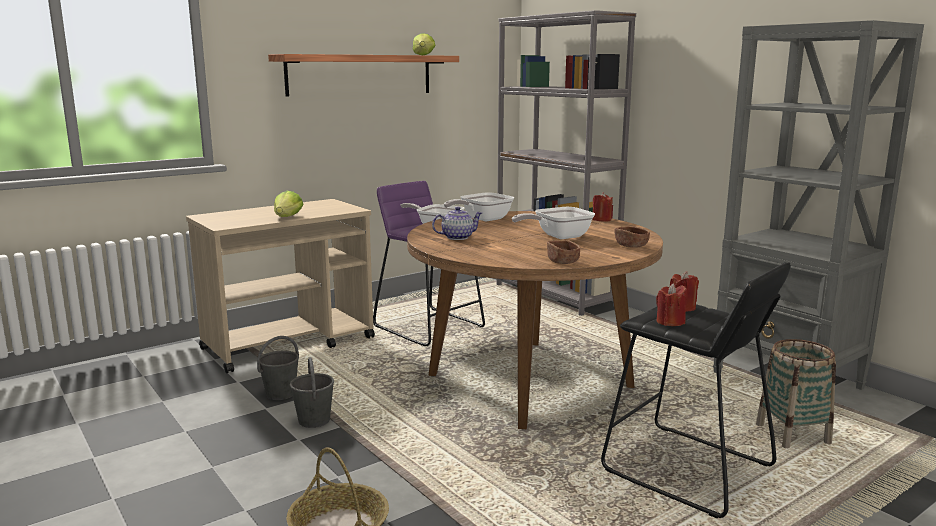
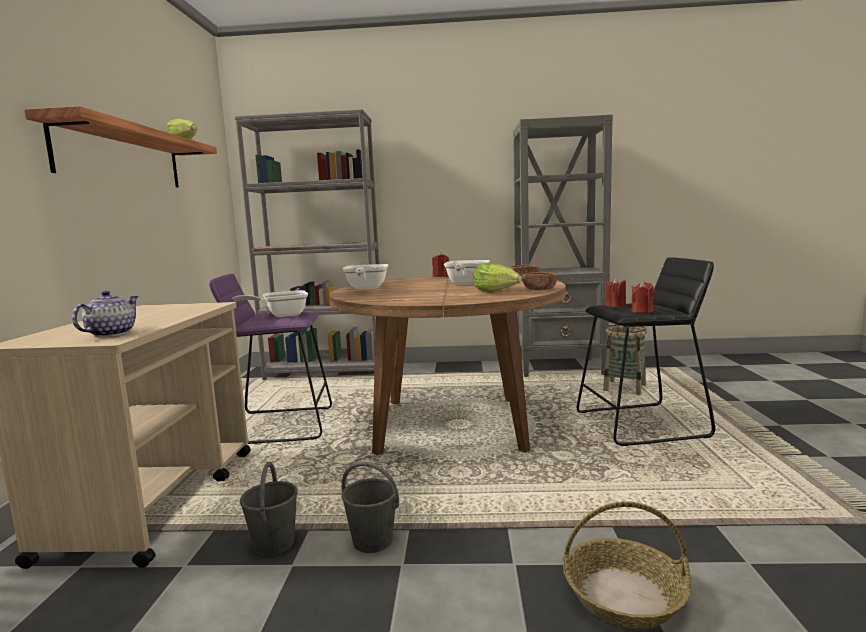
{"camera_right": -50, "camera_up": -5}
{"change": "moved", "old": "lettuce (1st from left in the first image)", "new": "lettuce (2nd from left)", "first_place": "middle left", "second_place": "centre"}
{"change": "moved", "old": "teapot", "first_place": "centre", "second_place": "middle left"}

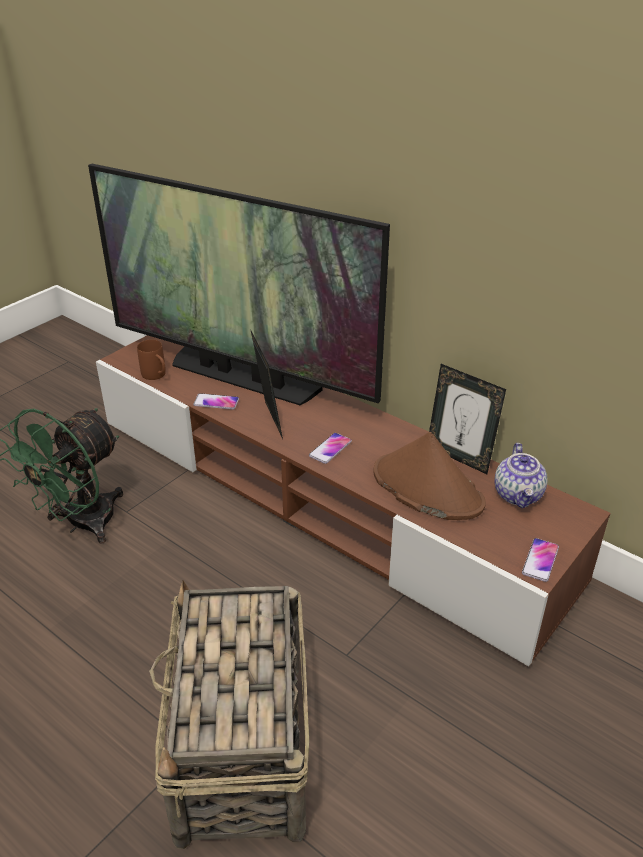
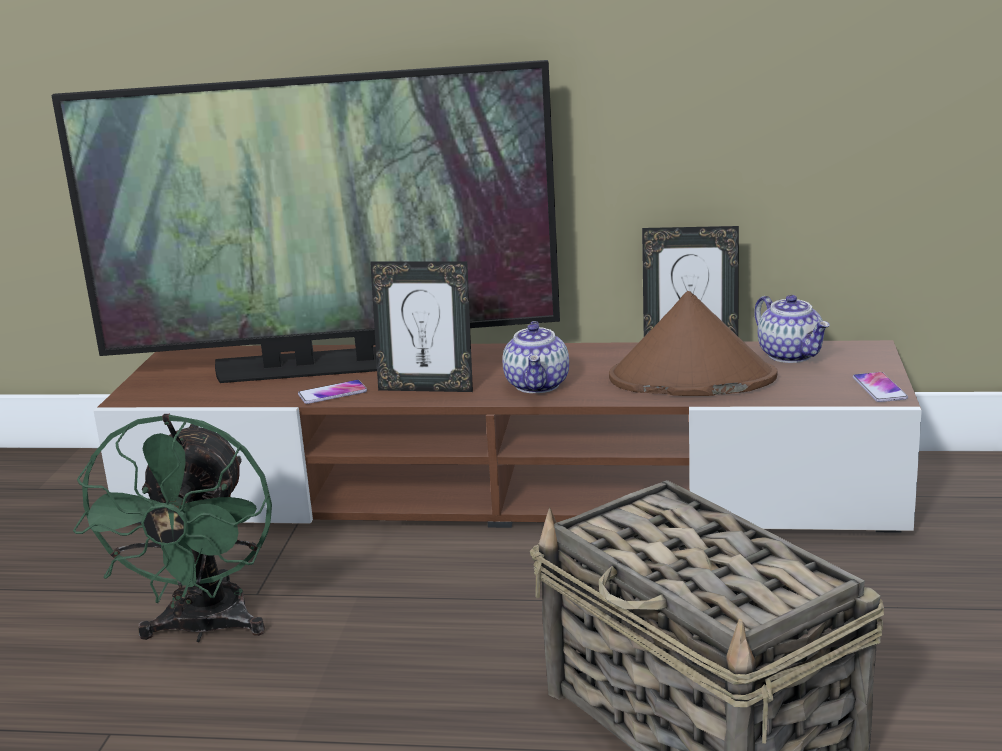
{"camera_right": -30, "camera_up": -15}
{"change": "turned", "old": "picture frame (1st from left)", "first_place": "centre", "second_place": "centre", "degrees": 150}
{"change": "removed", "old": "brown mug", "first_place": "middle left"}
{"change": "replaced", "old": "phone (2nd from left)", "new": "teapot (1st from left)", "first_place": "centre", "second_place": "centre"}

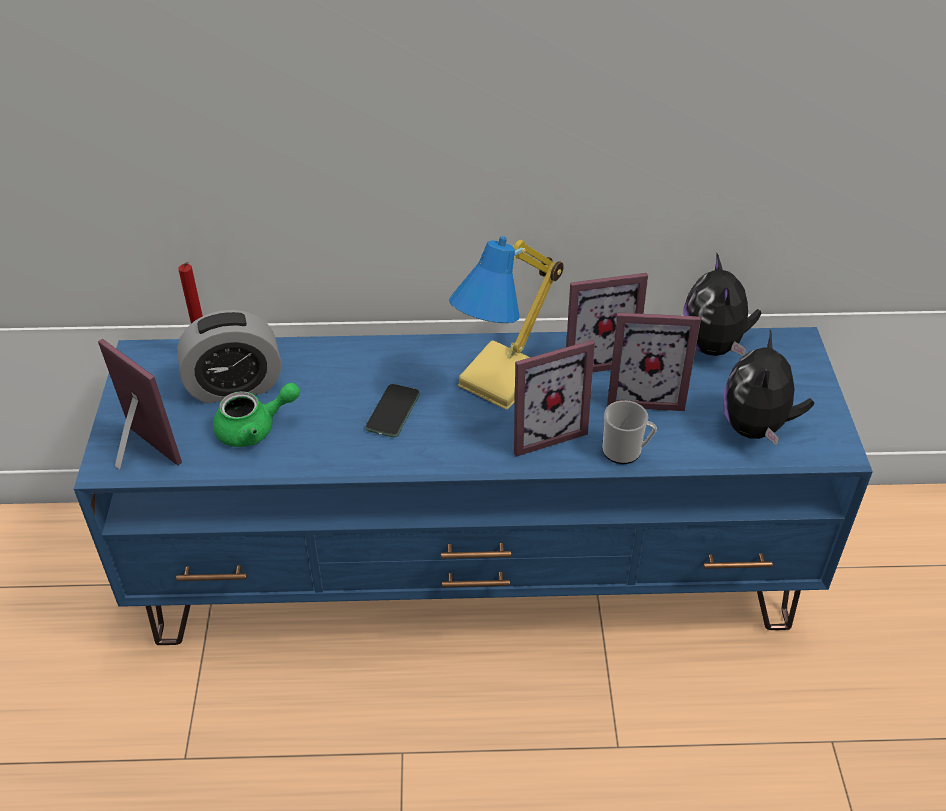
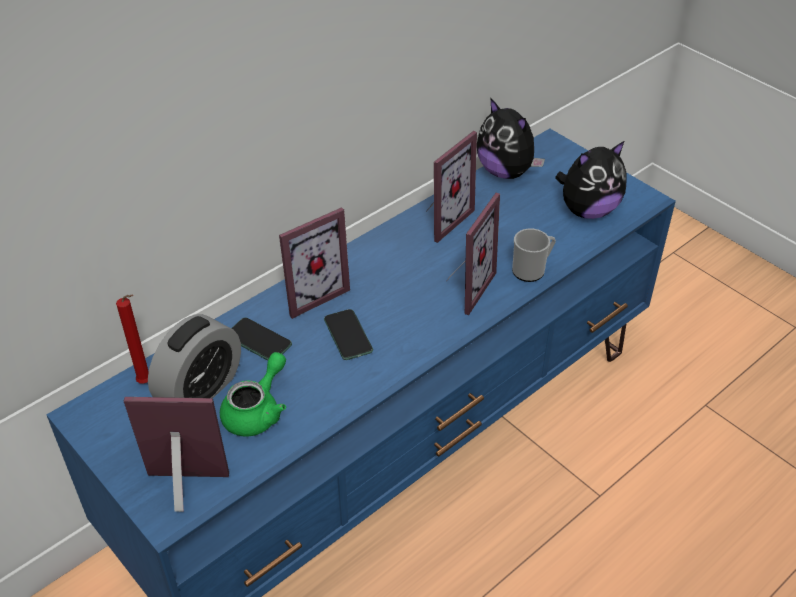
{"camera_right": -40, "camera_up": 0}
{"change": "removed", "old": "table lamp", "first_place": "centre"}
{"change": "moved", "old": "picture frame (4th from left in the first image)", "new": "picture frame (2nd from left)", "first_place": "middle right", "second_place": "centre"}
{"change": "turned", "old": "plush toy (2nd from left)", "first_place": "middle right", "second_place": "top right", "degrees": -90}
{"change": "added", "new": "phone (1st from left)", "second_place": "middle left"}

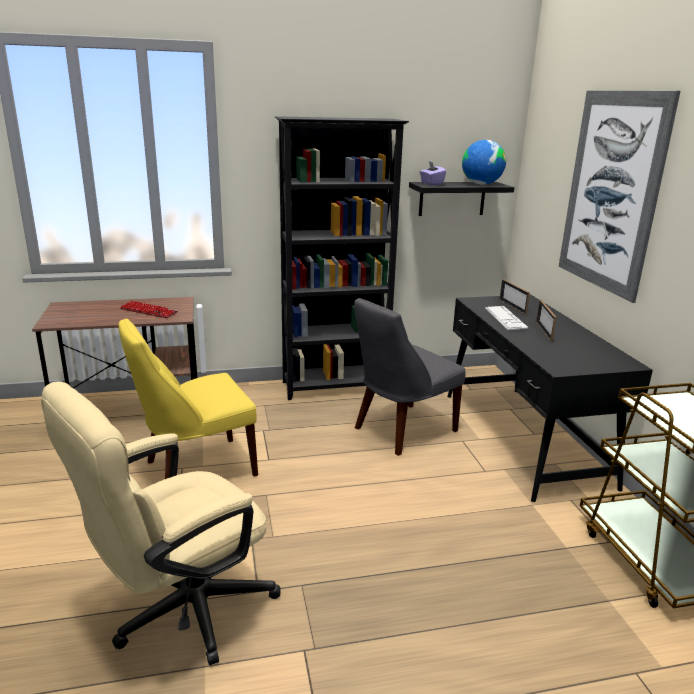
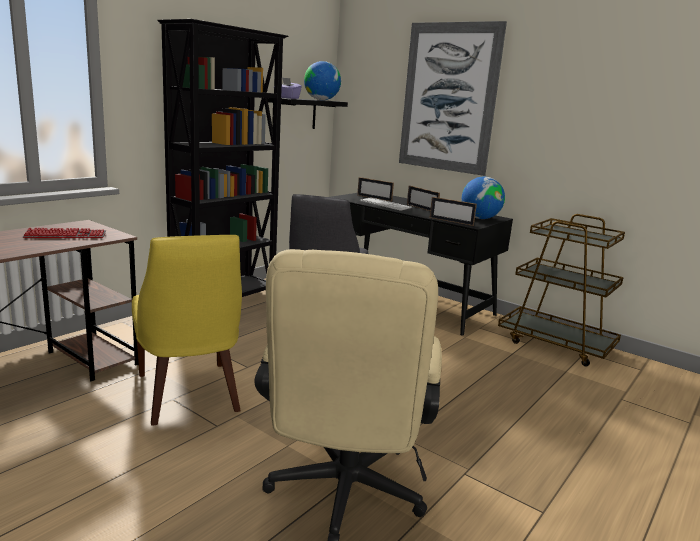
{"camera_right": -40, "camera_up": -5}
{"change": "turned", "old": "yellow chair", "first_place": "middle left", "second_place": "middle left", "degrees": -45}
{"change": "added", "new": "globe (2nd from left)", "second_place": "middle right"}
{"change": "added", "new": "picture frame (3rd from left)", "second_place": "centre"}

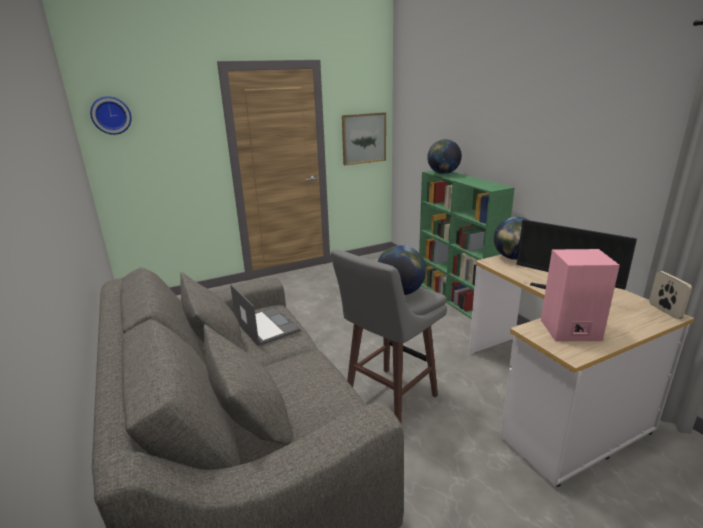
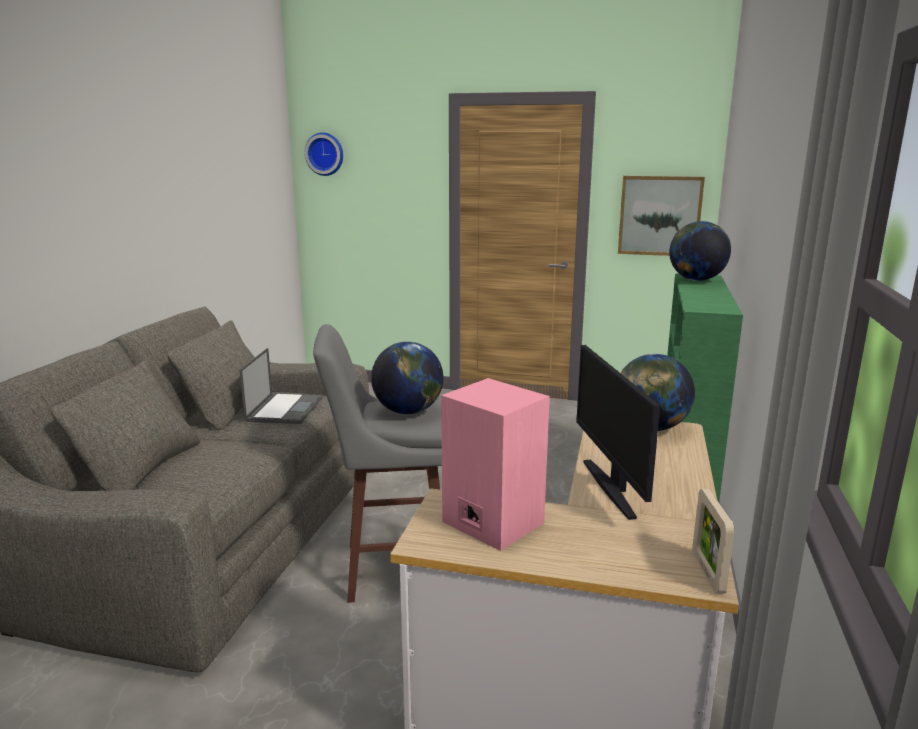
{"camera_right": 40, "camera_up": -5}
{"change": "turned", "old": "picture frame", "first_place": "middle right", "second_place": "bottom right", "degrees": 150}

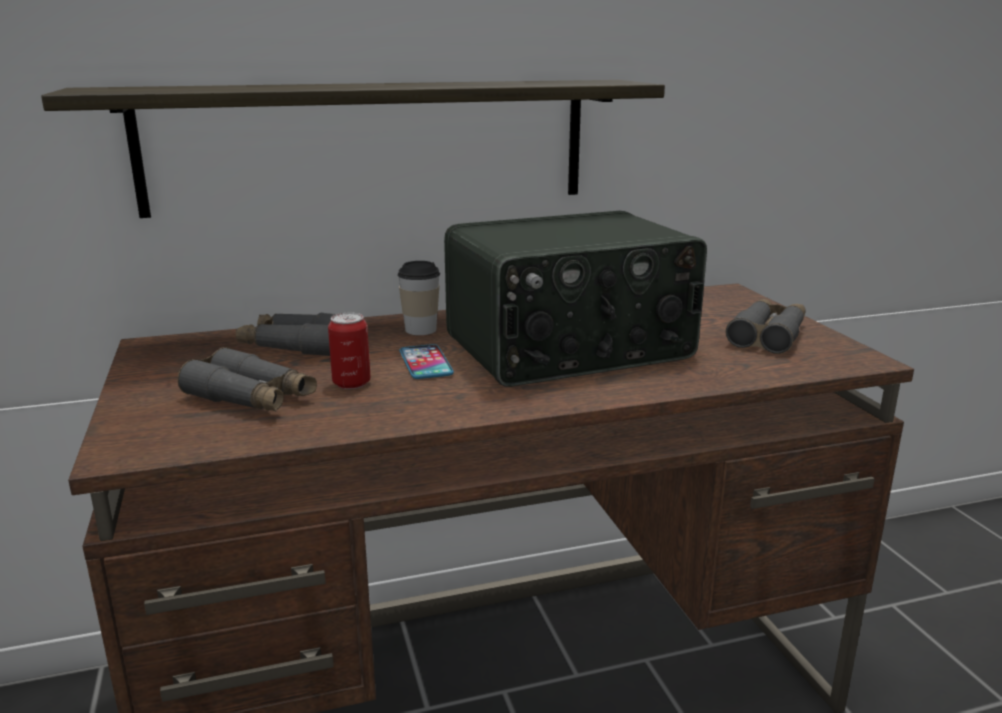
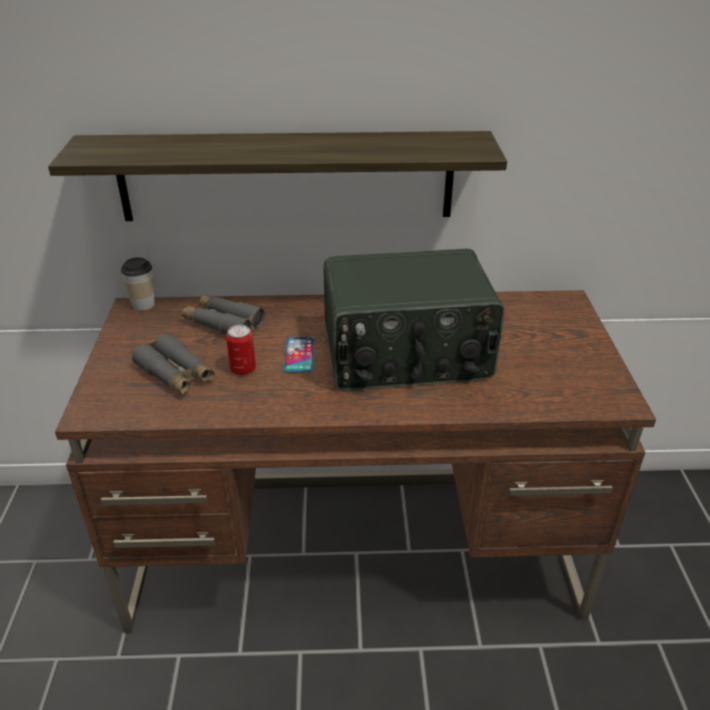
{"camera_right": 15, "camera_up": 15}
{"change": "moved", "old": "cup", "first_place": "centre", "second_place": "middle left"}
{"change": "removed", "old": "grey binoculars (3rd from left)", "first_place": "middle right"}

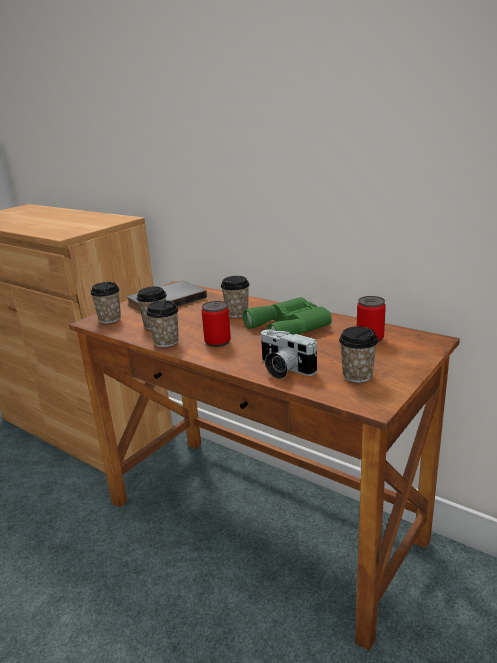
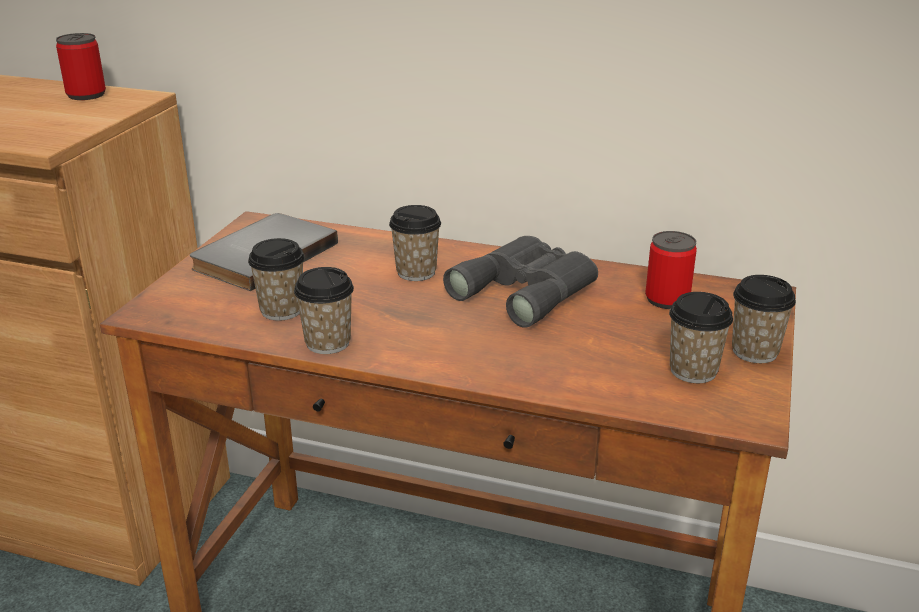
{"camera_right": -20, "camera_up": 5}
{"change": "moved", "old": "cup (1st from left in the first image)", "new": "cup (5th from left)", "first_place": "middle left", "second_place": "middle right"}
{"change": "recoloured", "old": "green binoculars", "new": "grey binoculars", "first_place": "centre", "second_place": "centre"}
{"change": "moved", "old": "can (1st from left)", "first_place": "centre", "second_place": "top left"}
{"change": "removed", "old": "photo camera", "first_place": "centre"}

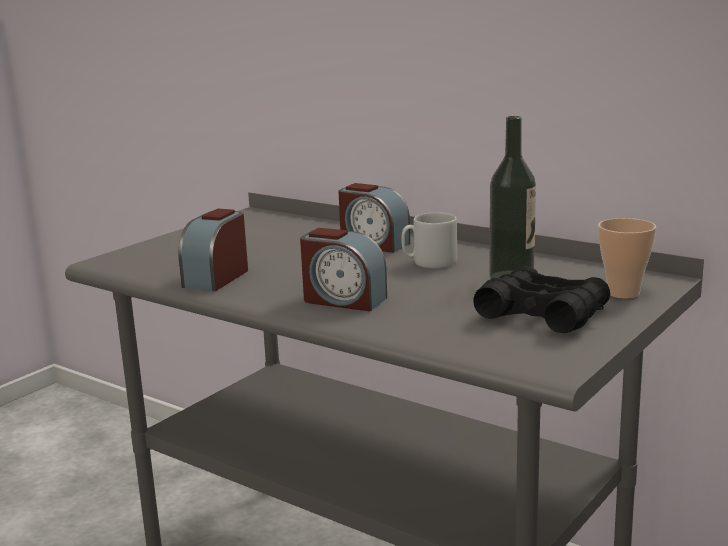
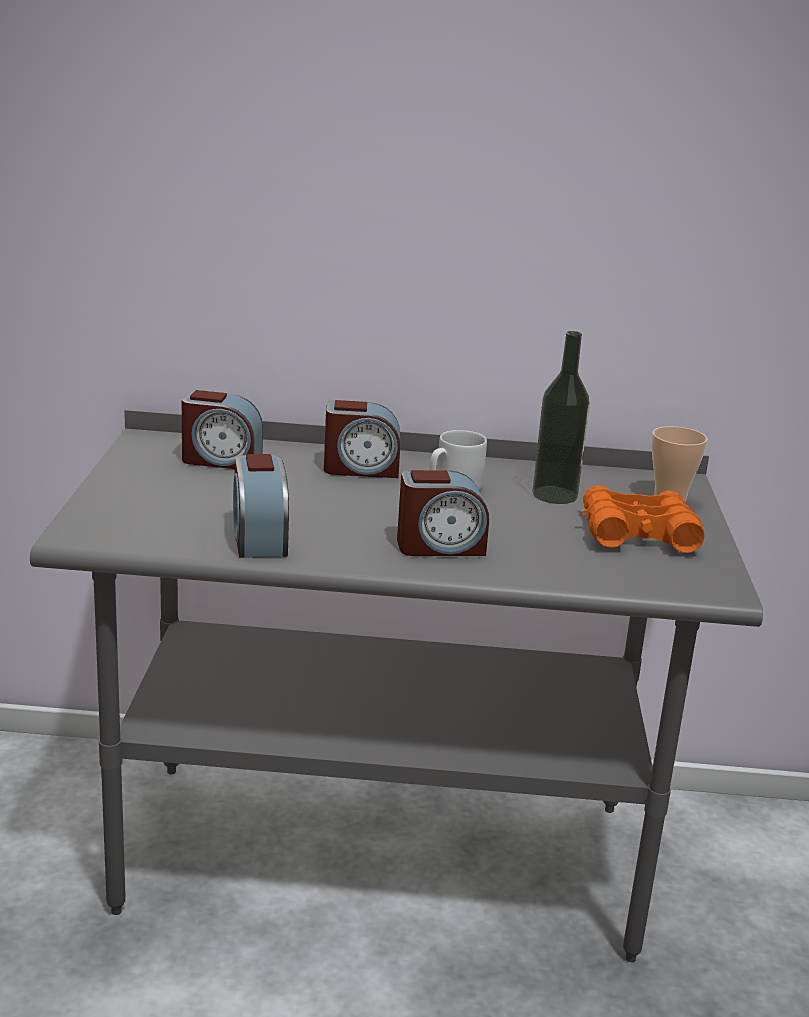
{"camera_right": -35, "camera_up": 5}
{"change": "recoloured", "old": "black binoculars", "new": "orange binoculars", "first_place": "middle right", "second_place": "middle right"}
{"change": "added", "new": "alarm clock (1st from left)", "second_place": "middle left"}

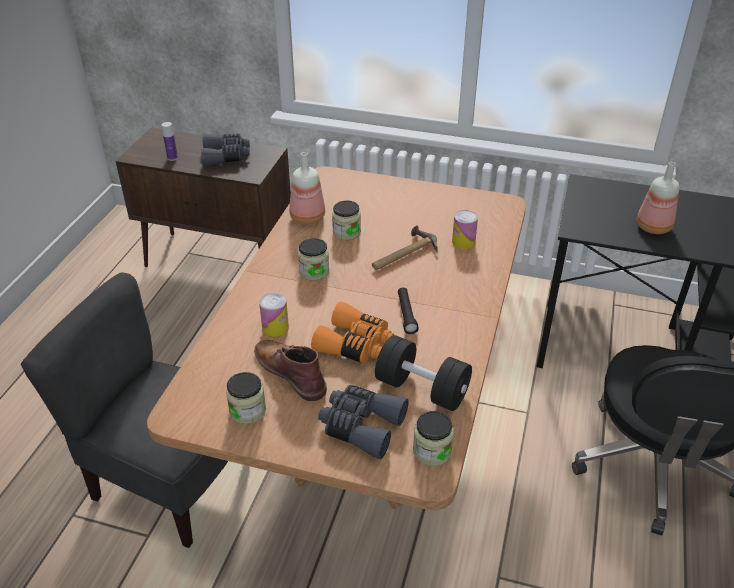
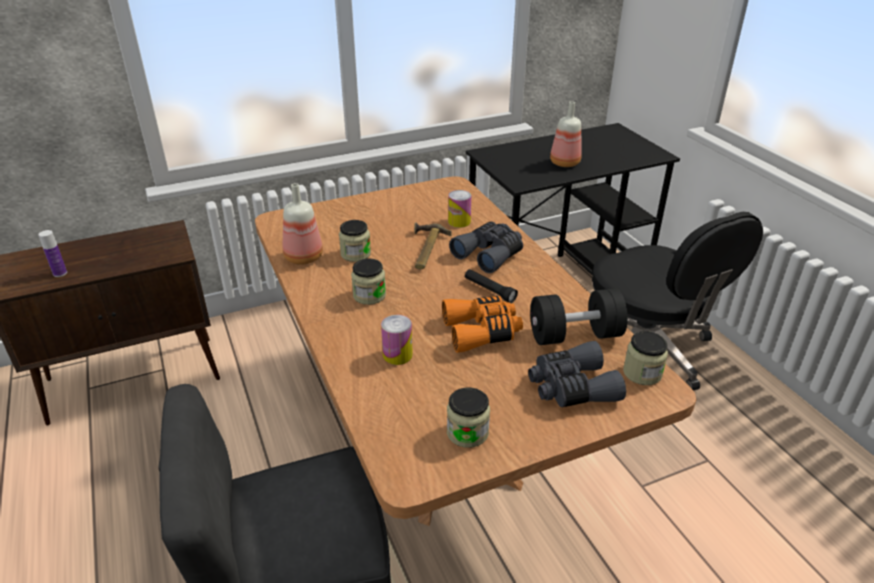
{"camera_right": -40, "camera_up": -5}
{"change": "moved", "old": "grey binoculars (1st from left)", "first_place": "top left", "second_place": "centre"}
{"change": "removed", "old": "brown boot", "first_place": "centre"}

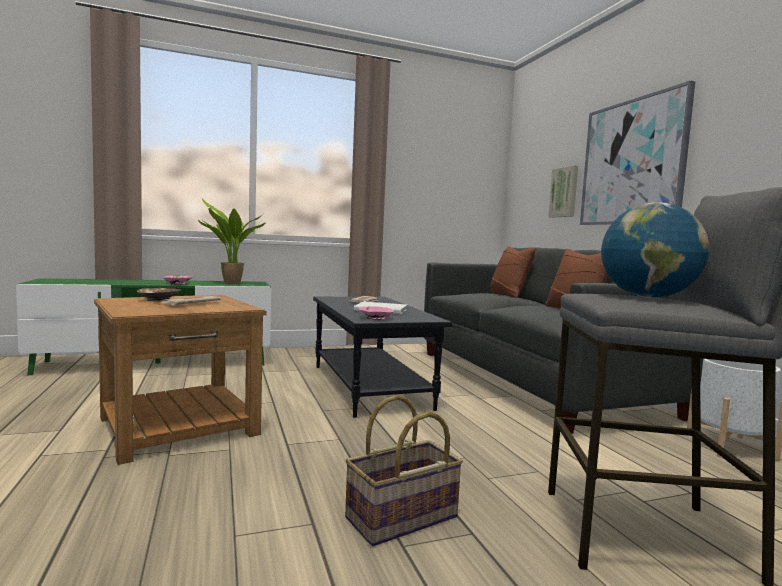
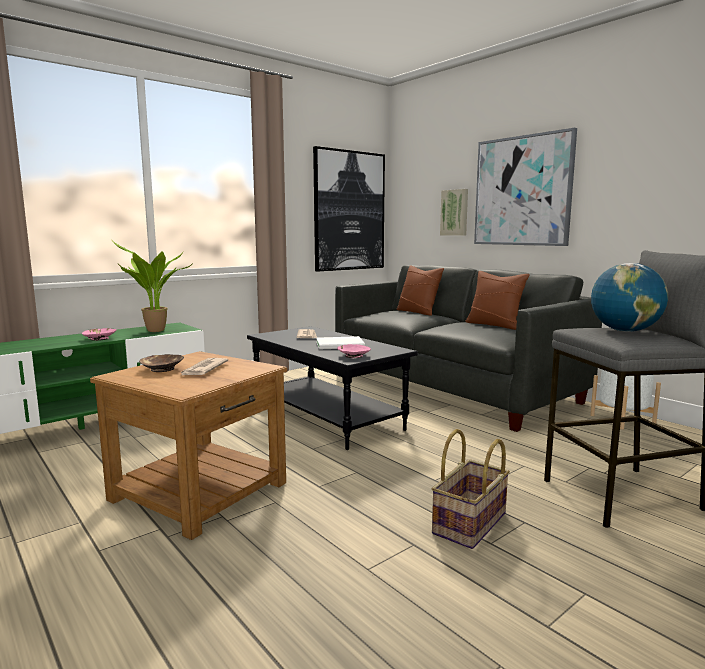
{"camera_right": -20, "camera_up": 5}
{"change": "added", "new": "picture (1st from left)", "second_place": "top centre"}

